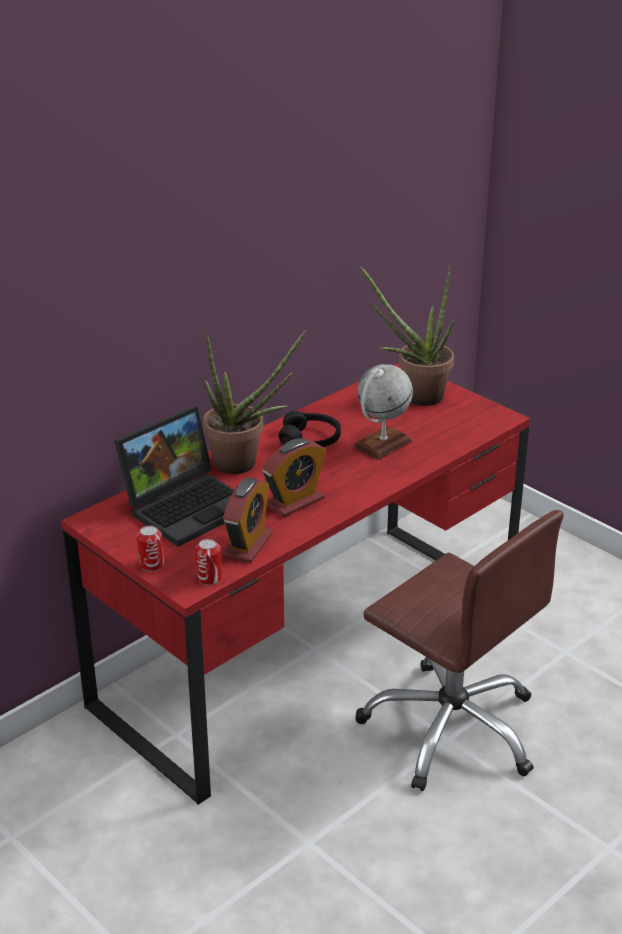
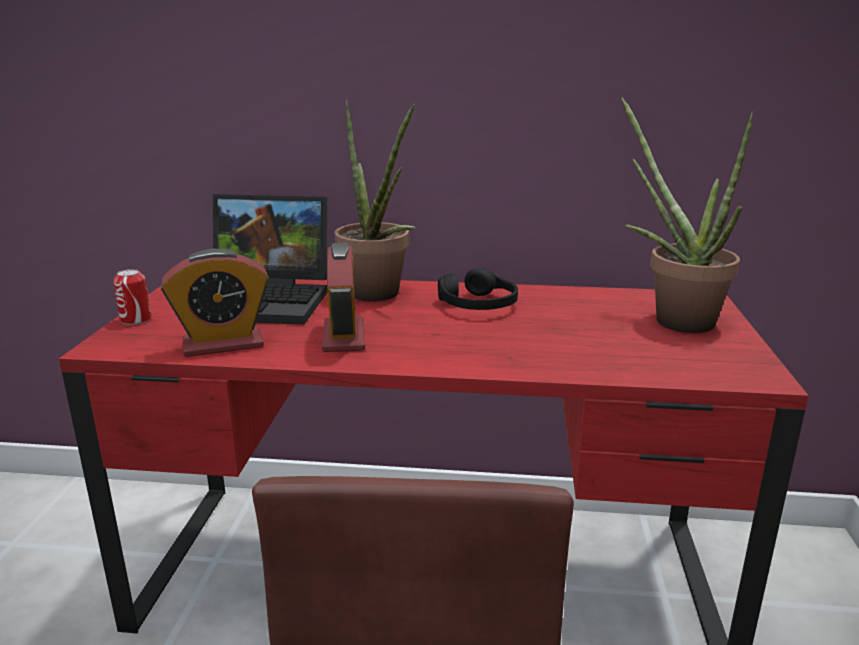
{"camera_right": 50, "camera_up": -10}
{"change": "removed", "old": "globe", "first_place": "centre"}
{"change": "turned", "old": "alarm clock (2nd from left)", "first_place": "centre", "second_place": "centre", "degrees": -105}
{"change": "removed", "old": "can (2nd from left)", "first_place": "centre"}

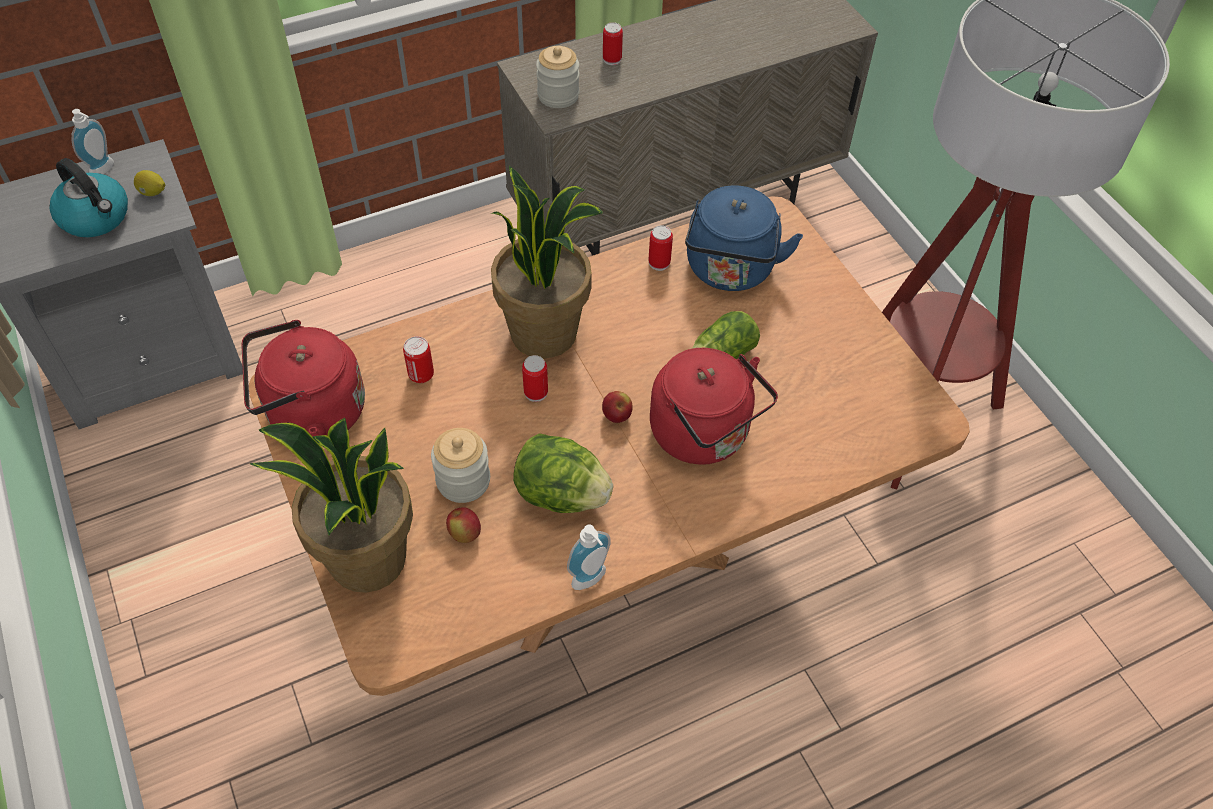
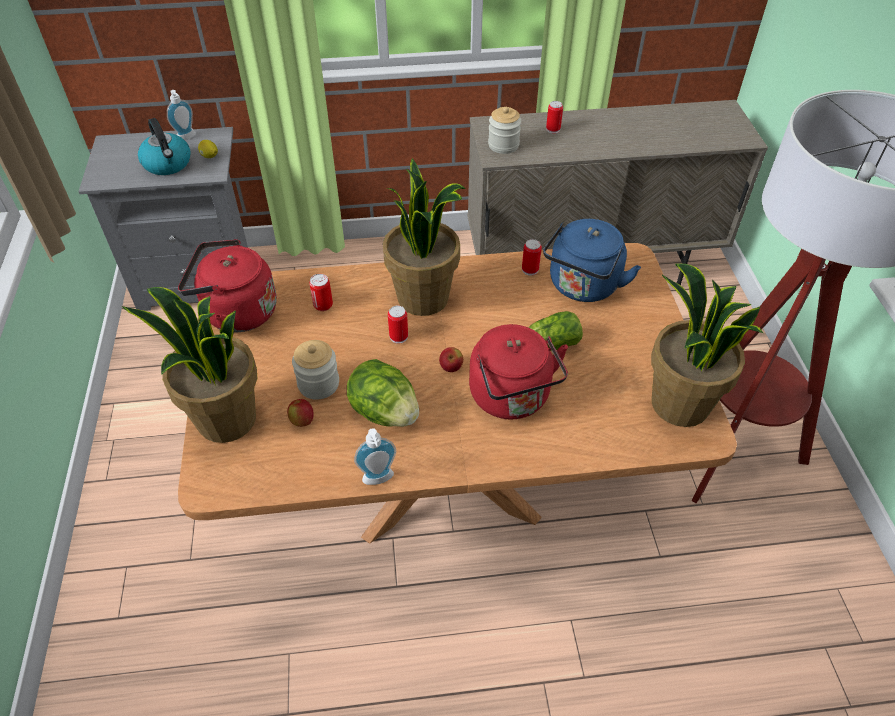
{"camera_right": 20, "camera_up": -5}
{"change": "added", "new": "potted plant (3rd from left)", "second_place": "middle right"}

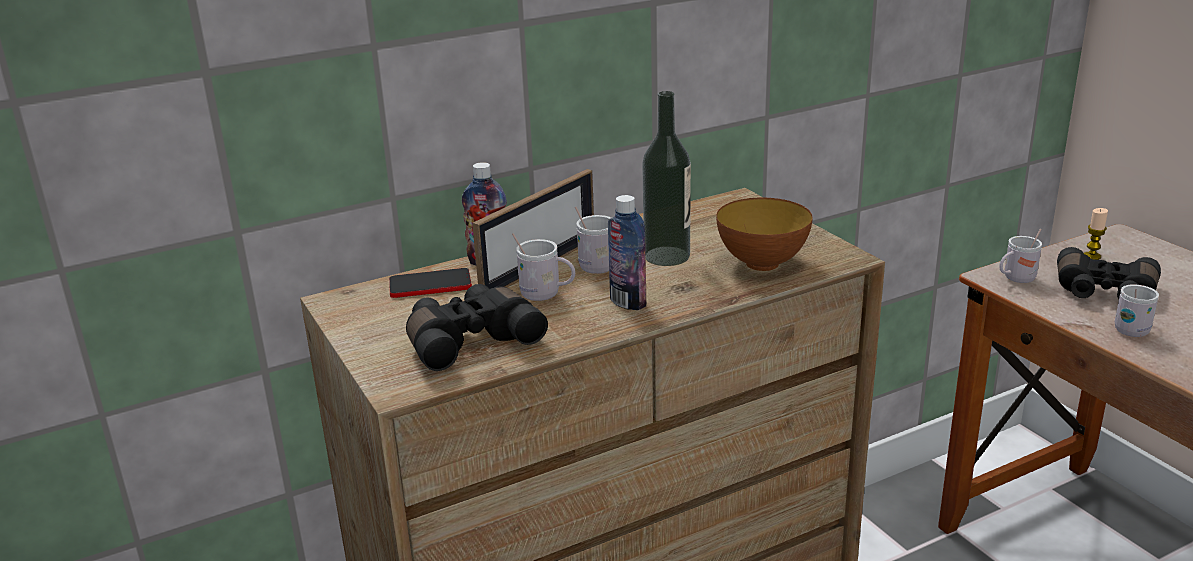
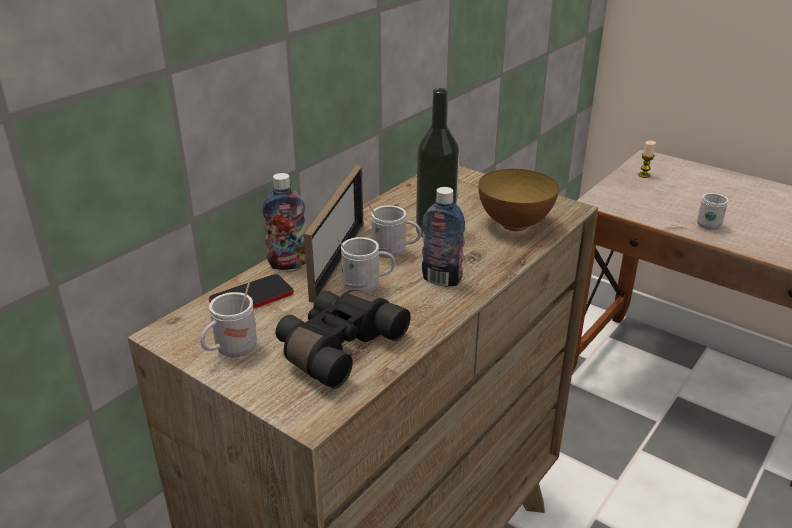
{"camera_right": -25, "camera_up": 5}
{"change": "moved", "old": "white mug (3rd from left in the first image)", "new": "white mug (1st from left)", "first_place": "middle right", "second_place": "middle left"}
{"change": "removed", "old": "black binoculars (2nd from left)", "first_place": "middle right"}

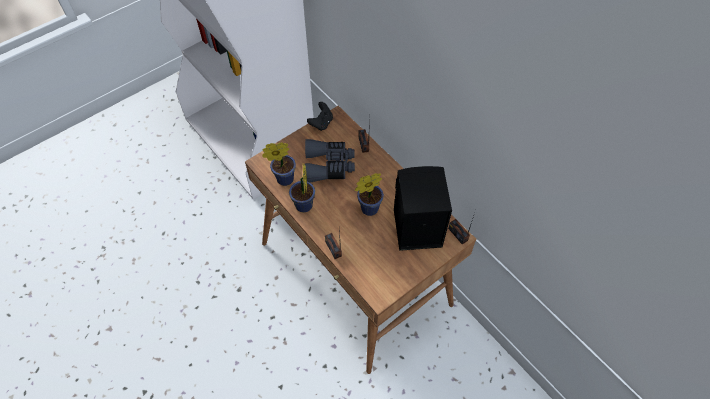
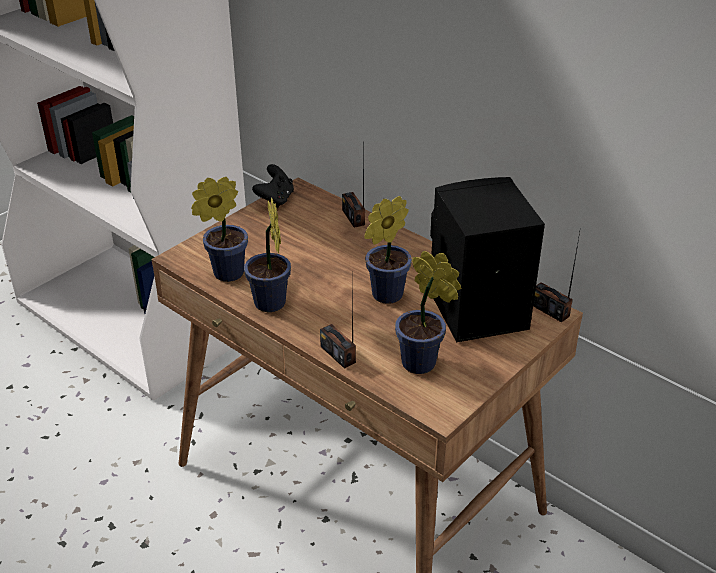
{"camera_right": -10, "camera_up": -20}
{"change": "removed", "old": "grey binoculars", "first_place": "centre"}
{"change": "added", "new": "potted plant (4th from left)", "second_place": "centre"}

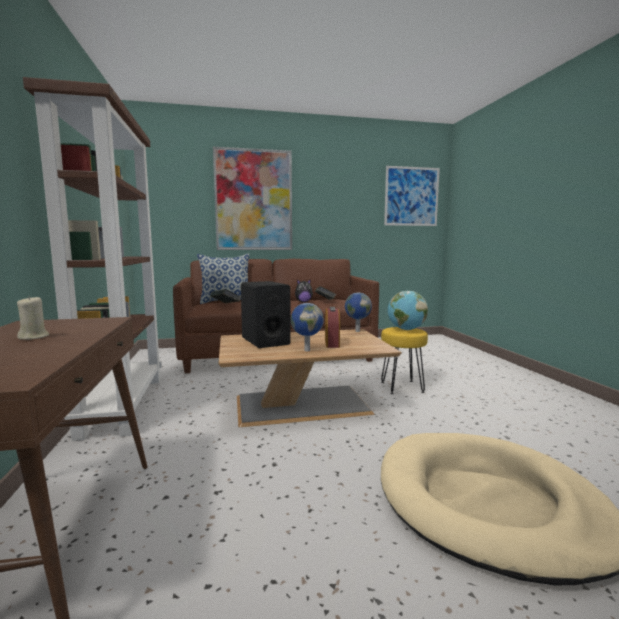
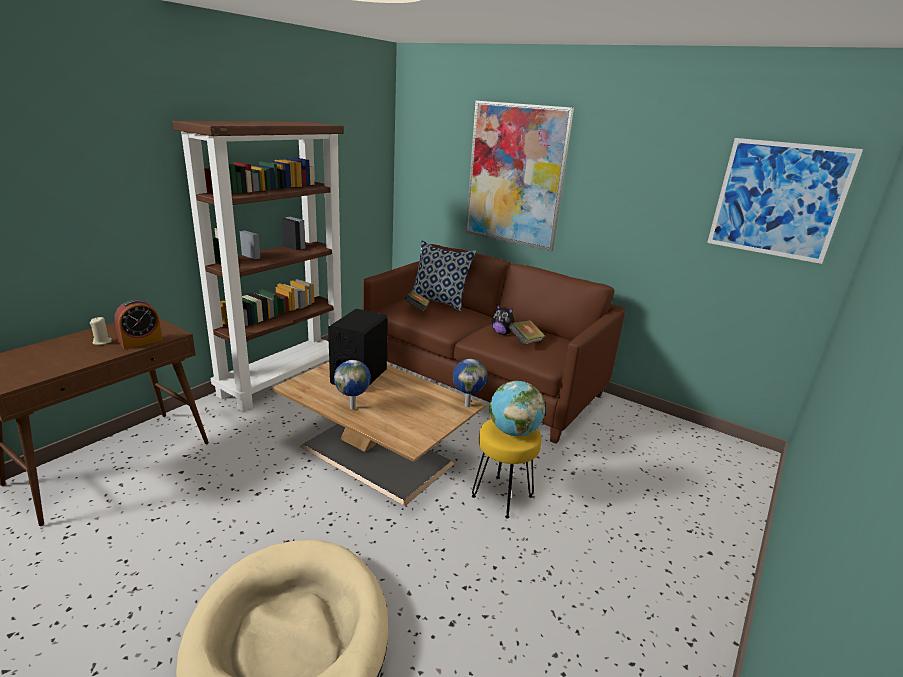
{"camera_right": 45, "camera_up": 15}
{"change": "moved", "old": "alarm clock", "first_place": "centre", "second_place": "middle left"}

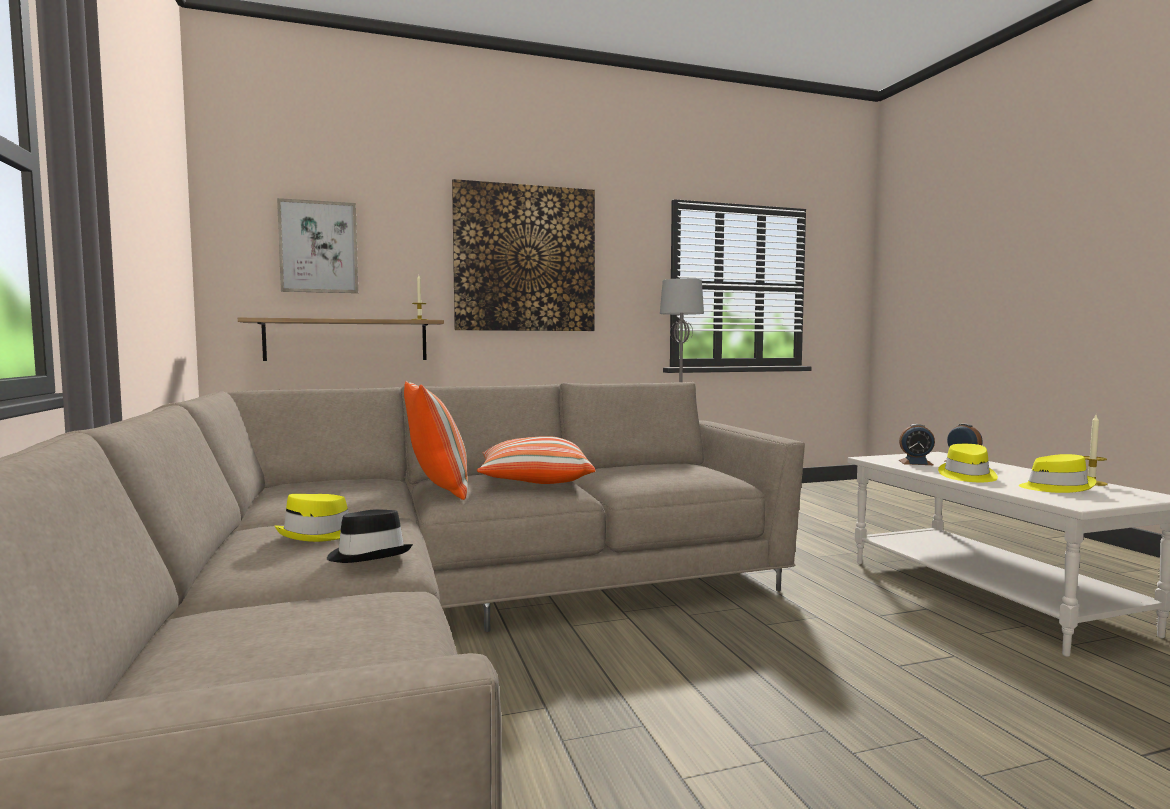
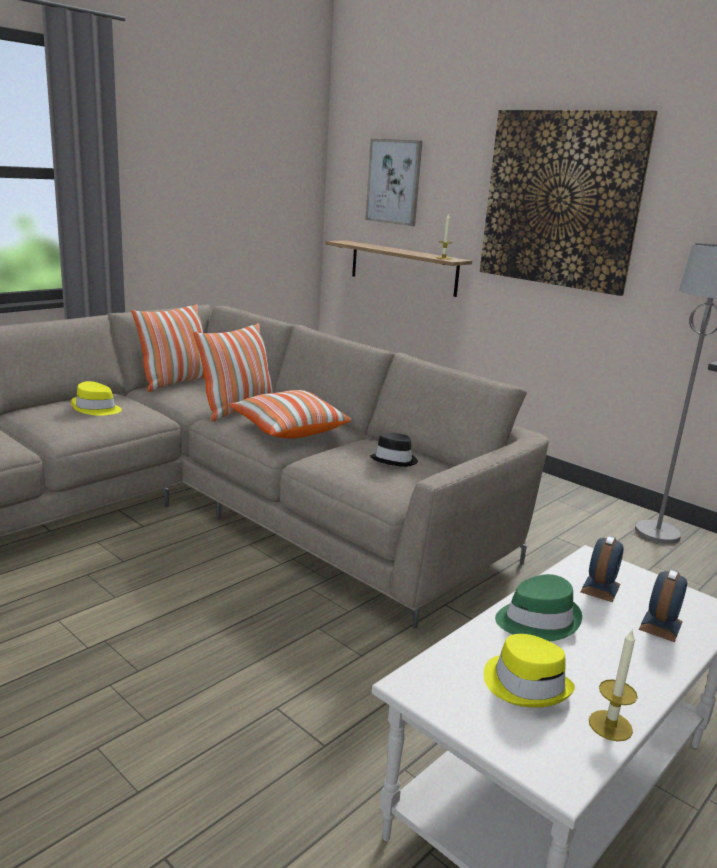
{"camera_right": 60, "camera_up": 15}
{"change": "turned", "old": "alarm clock (1st from left)", "first_place": "middle right", "second_place": "middle right", "degrees": -135}
{"change": "recoloured", "old": "yellow hat (2nd from left)", "new": "green hat", "first_place": "middle right", "second_place": "bottom right"}
{"change": "moved", "old": "black hat", "first_place": "middle left", "second_place": "centre"}
{"change": "added", "new": "pillow (1st from left)", "second_place": "middle left"}

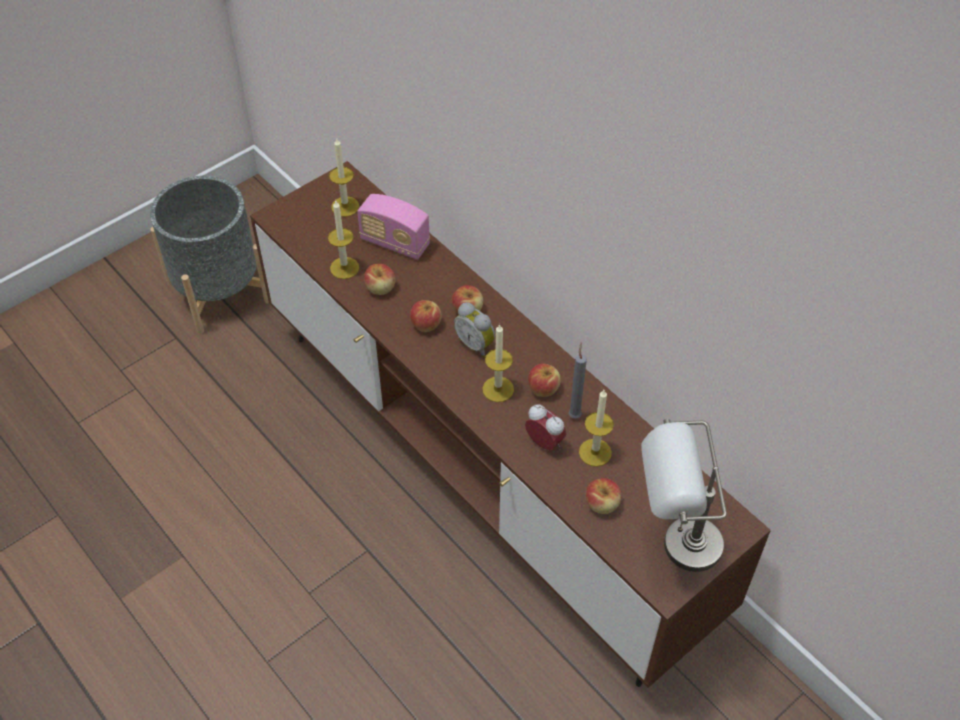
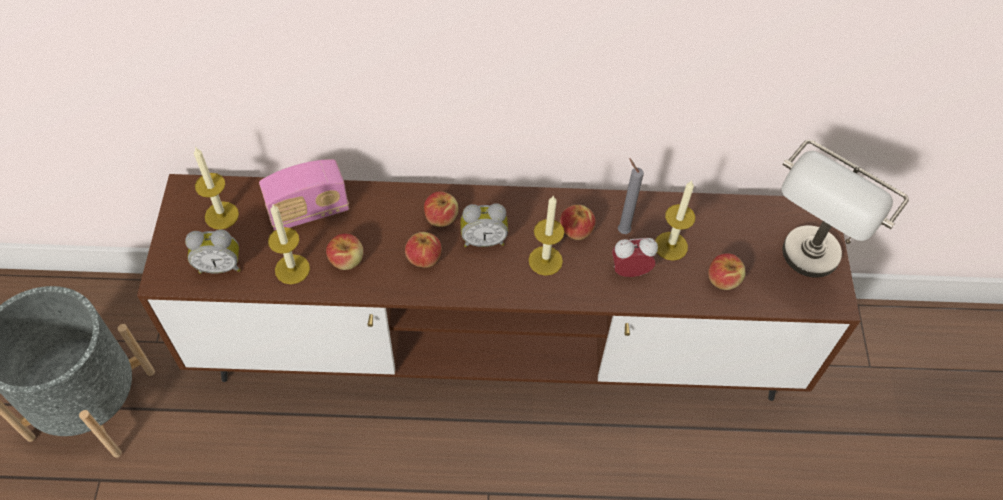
{"camera_right": -50, "camera_up": 5}
{"change": "added", "new": "alarm clock (1st from left)", "second_place": "middle left"}

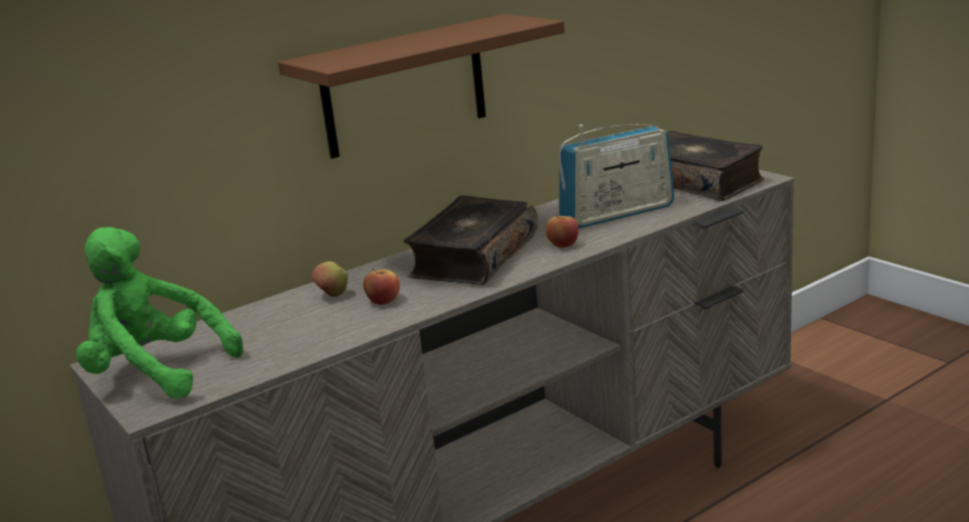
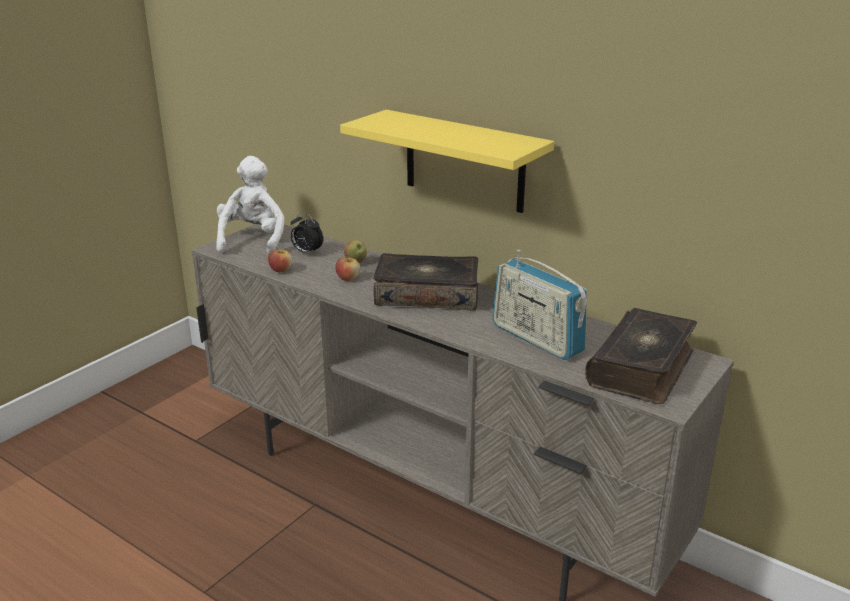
{"camera_right": 70, "camera_up": 5}
{"change": "recoloured", "old": "brown shelf", "new": "yellow shelf", "first_place": "top centre", "second_place": "top centre"}
{"change": "moved", "old": "apple (3rd from left in the first image)", "new": "apple (1st from left)", "first_place": "centre", "second_place": "middle left"}
{"change": "recoloured", "old": "green plush toy", "new": "white plush toy", "first_place": "middle left", "second_place": "middle left"}
{"change": "added", "new": "alarm clock", "second_place": "centre"}

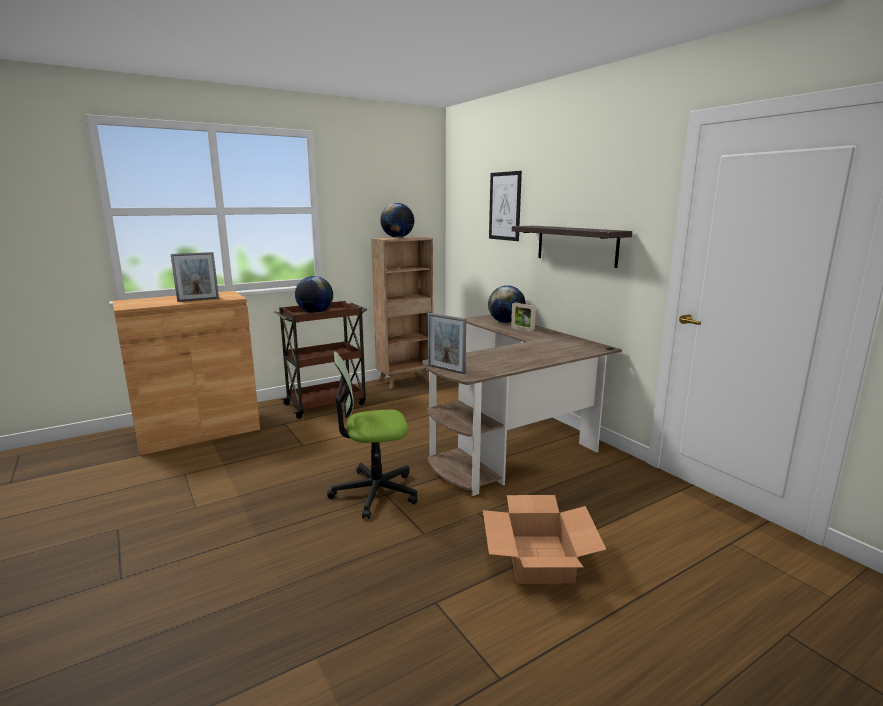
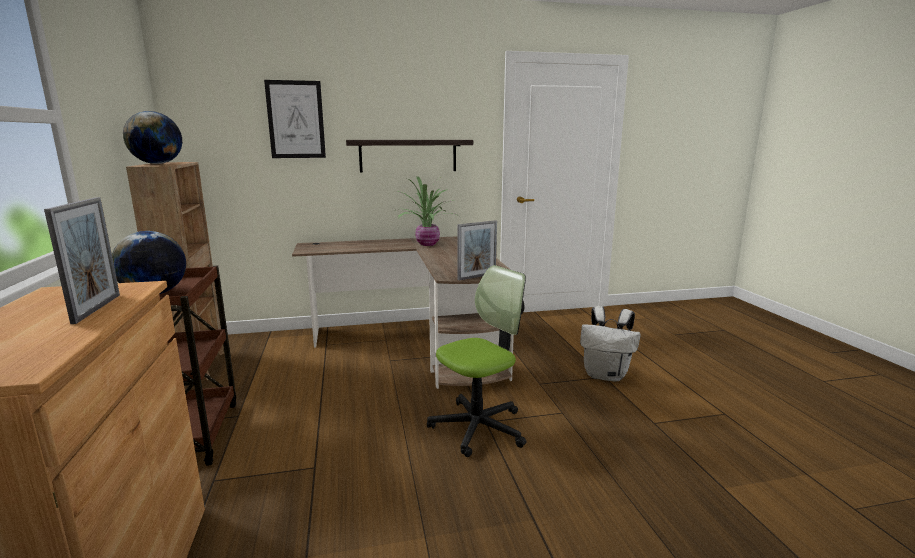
{"camera_right": -70, "camera_up": 0}
{"change": "removed", "old": "globe (3rd from left)", "first_place": "centre"}
{"change": "removed", "old": "picture frame (3rd from left)", "first_place": "centre"}
{"change": "turned", "old": "office chair", "first_place": "centre", "second_place": "centre", "degrees": -135}
{"change": "replaced", "old": "cardboard box", "new": "white backpack", "first_place": "bottom centre", "second_place": "middle right"}
{"change": "added", "new": "potted plant", "second_place": "centre"}

